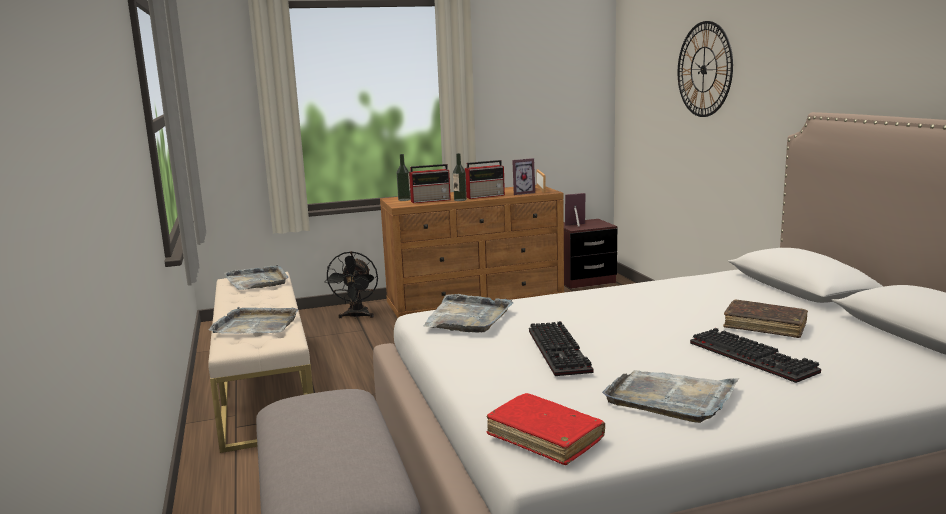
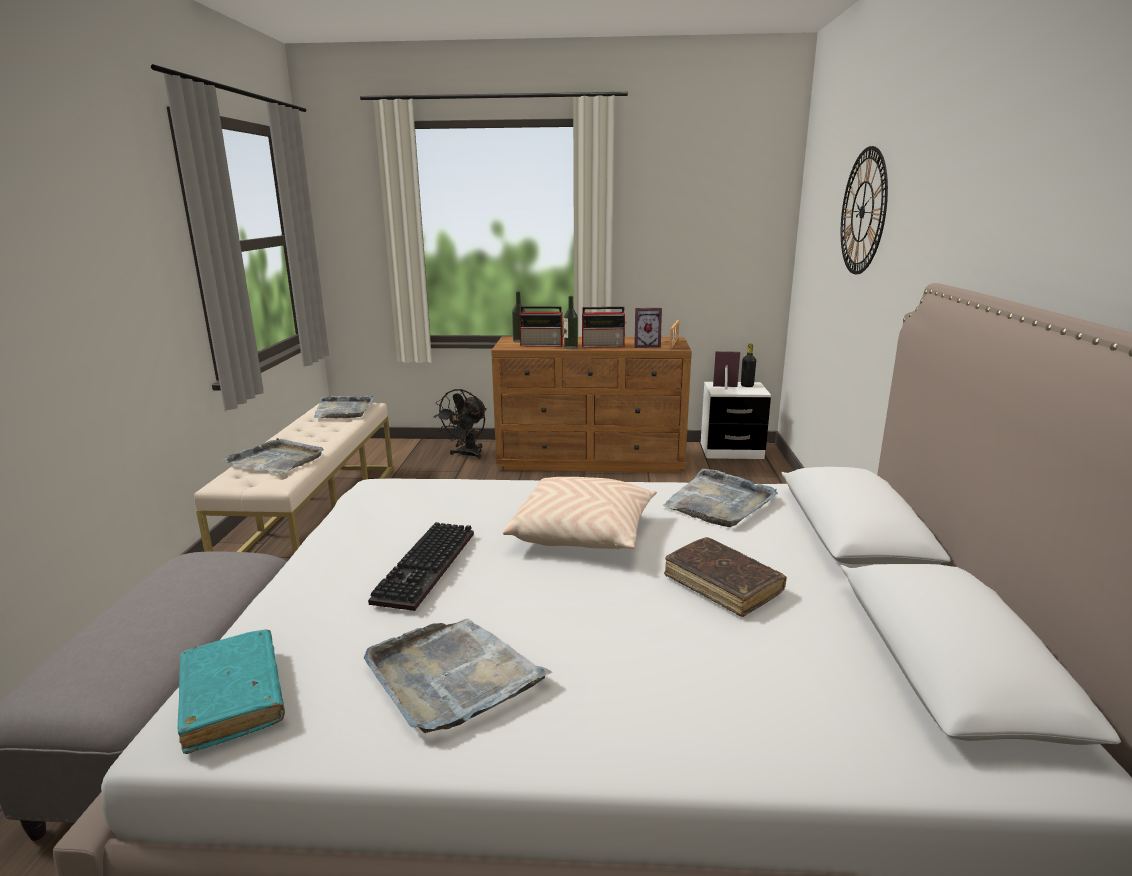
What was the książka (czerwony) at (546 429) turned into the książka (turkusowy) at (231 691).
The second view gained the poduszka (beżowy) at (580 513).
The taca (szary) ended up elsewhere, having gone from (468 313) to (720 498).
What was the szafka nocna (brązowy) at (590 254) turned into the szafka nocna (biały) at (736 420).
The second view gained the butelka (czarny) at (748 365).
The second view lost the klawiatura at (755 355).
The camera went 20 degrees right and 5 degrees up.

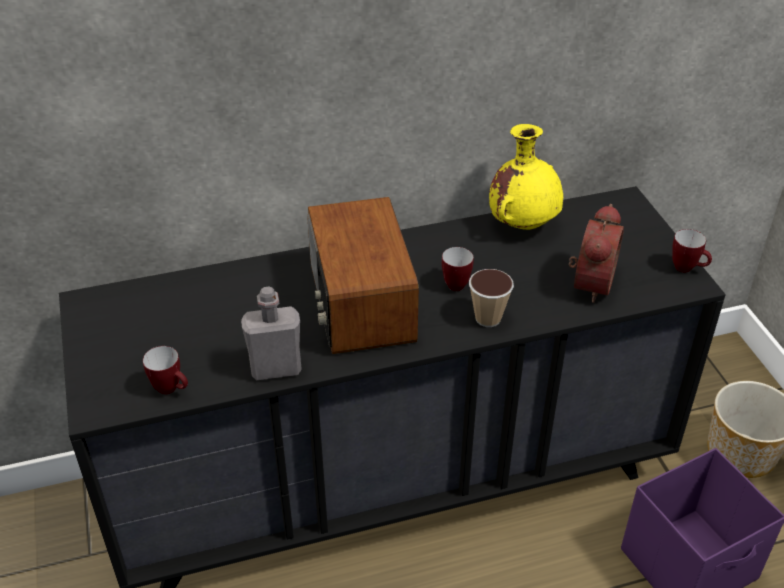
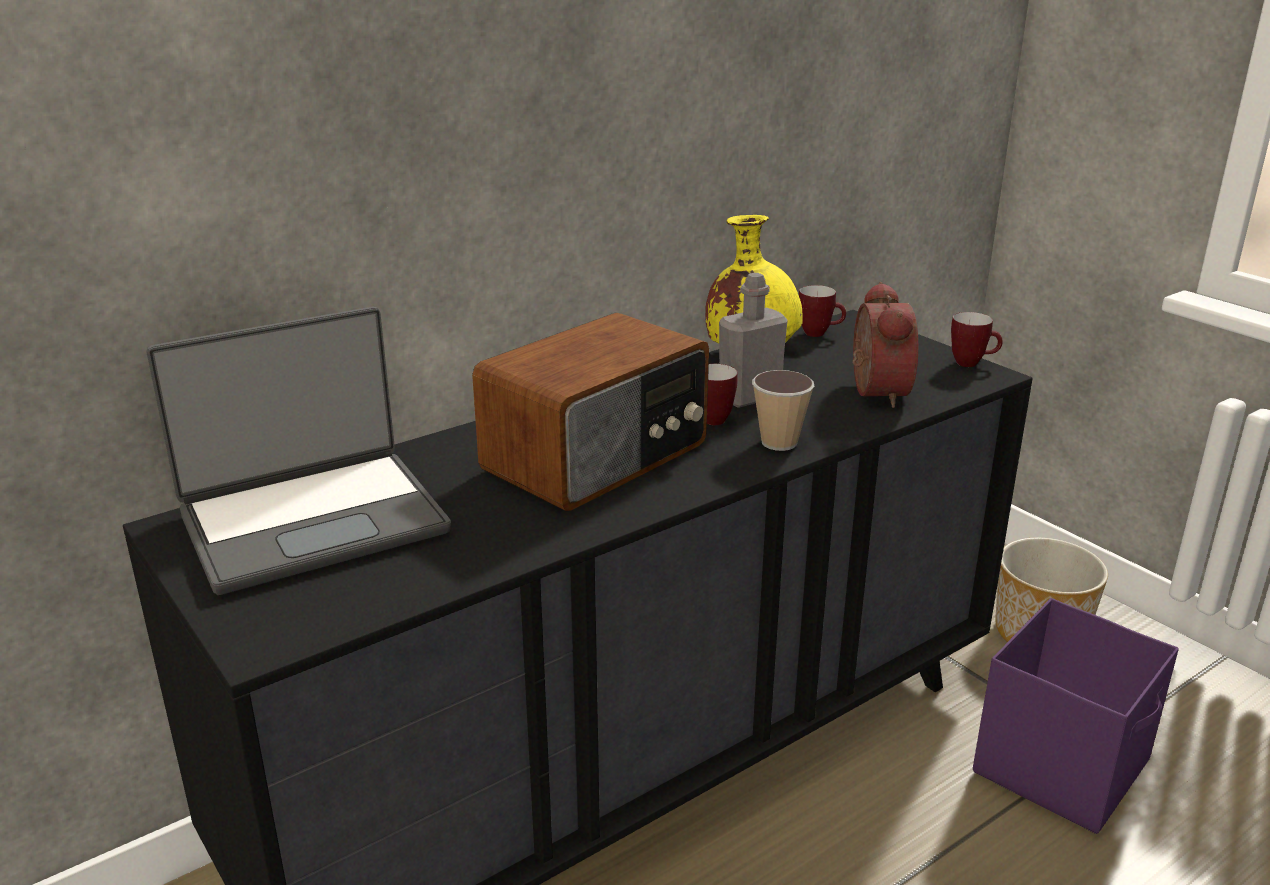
The second view gained the laptop at (298 451).
The radio at (363 275) ended up facing another way, 105 degrees counterclockwise from before.
The butelka (szary) ended up elsewhere, having gone from (271 333) to (753 340).
The kubek ended up elsewhere, having gone from (165 370) to (822 311).
The camera went 20 degrees left and 15 degrees down.

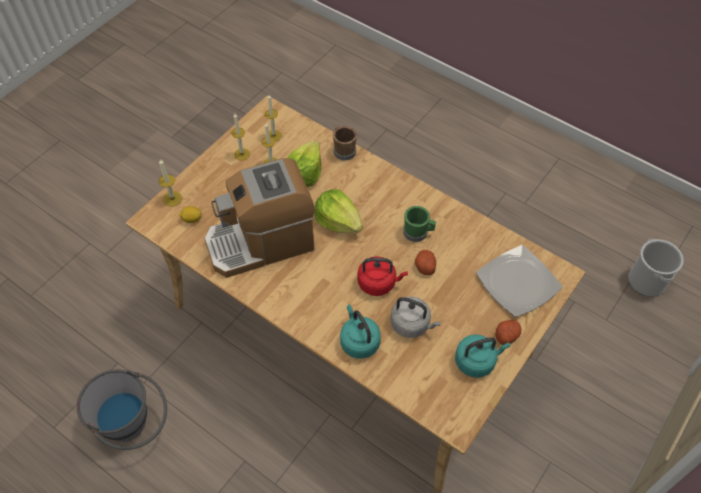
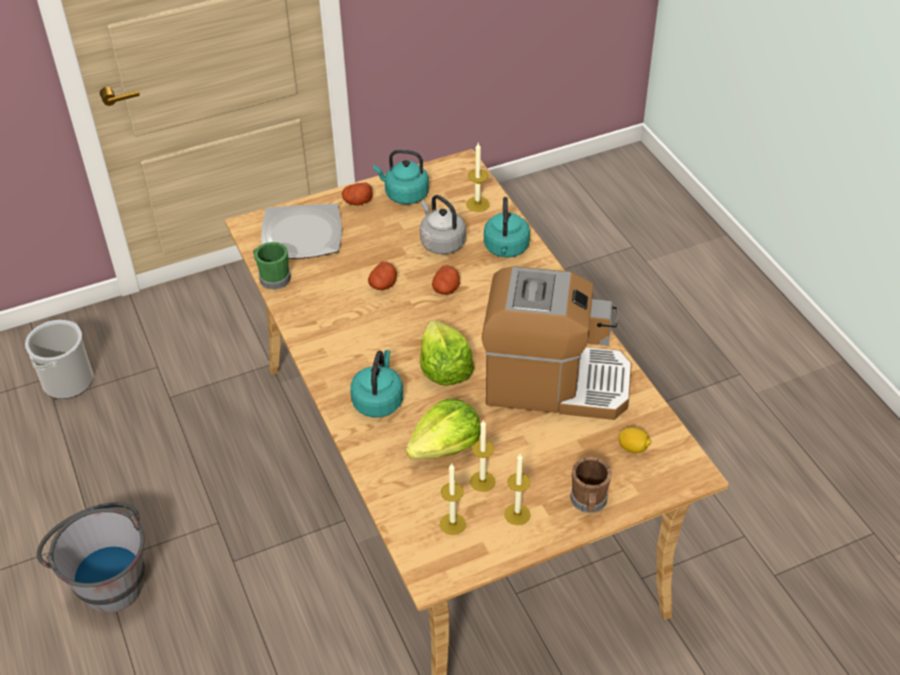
The wiadro (szary) ended up elsewhere, having gone from (122 409) to (91 557).
The kubek (zielony) ended up elsewhere, having gone from (419 224) to (272 266).
The second view gained the czajnik (turkusowy) at (376 383).
Where the czajnik (czerwony) stood at (382 276), the ziemniak came to stand at (446 280).
The świeca ended up elsewhere, having gone from (170 182) to (478 177).
The kubek (brązowy) ended up elsewhere, having gone from (345 143) to (591 485).
The camera went 150 degrees left and 10 degrees down.

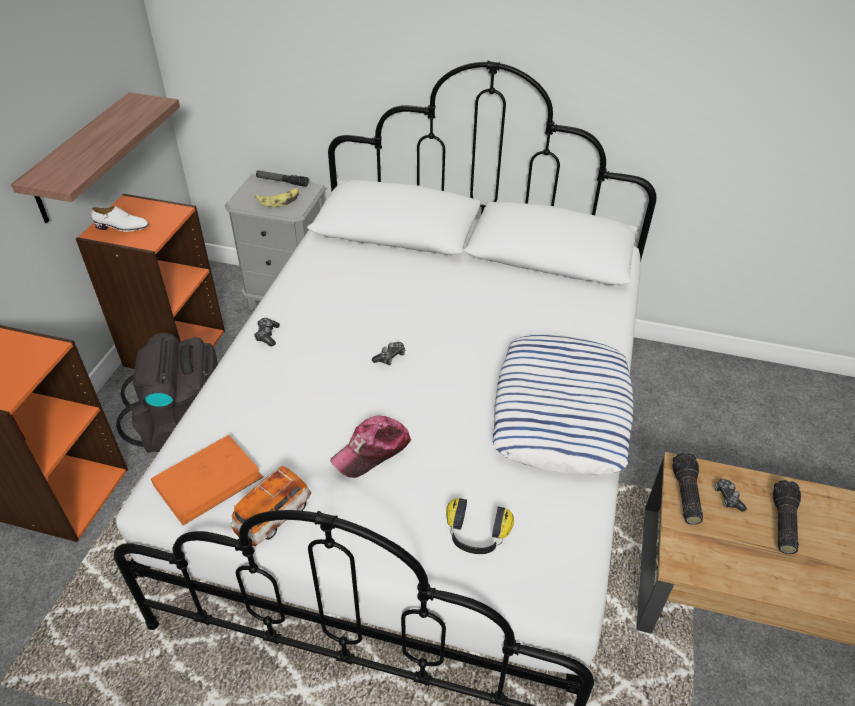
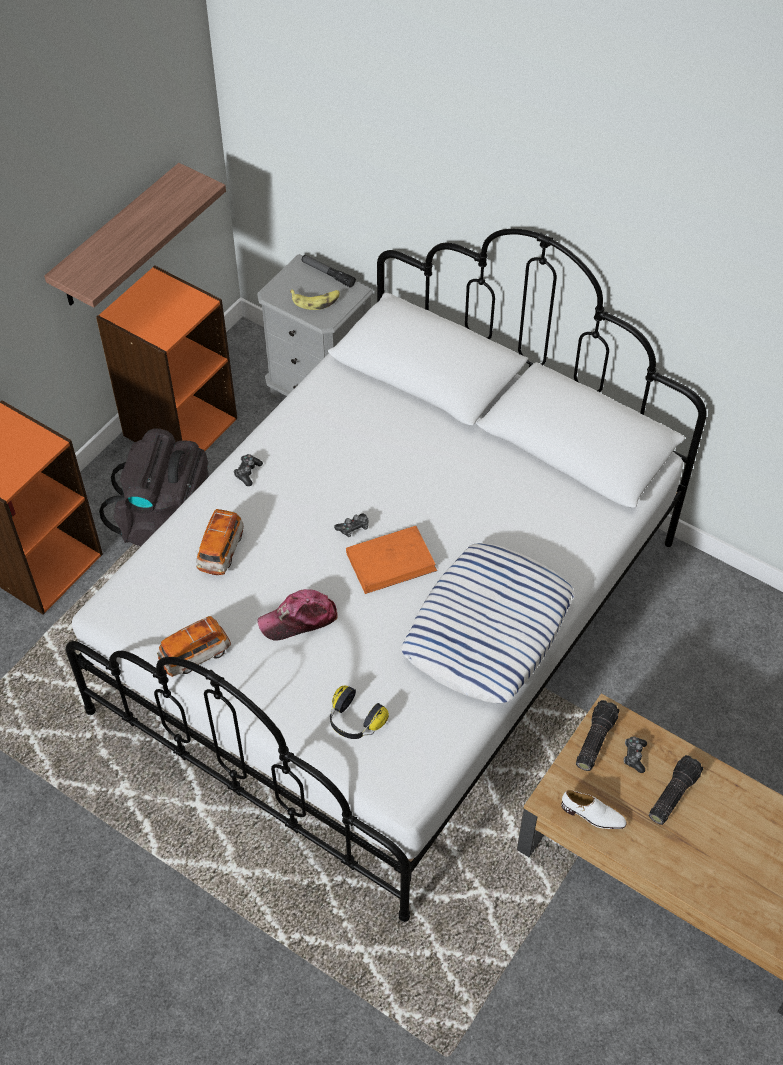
The second view gained the samochodzik at (220 542).
The książka (pomarańczowy) ended up elsewhere, having gone from (207 480) to (391 560).
The but (biały) ended up elsewhere, having gone from (120 219) to (594 809).
The camera went 20 degrees right and 10 degrees up.

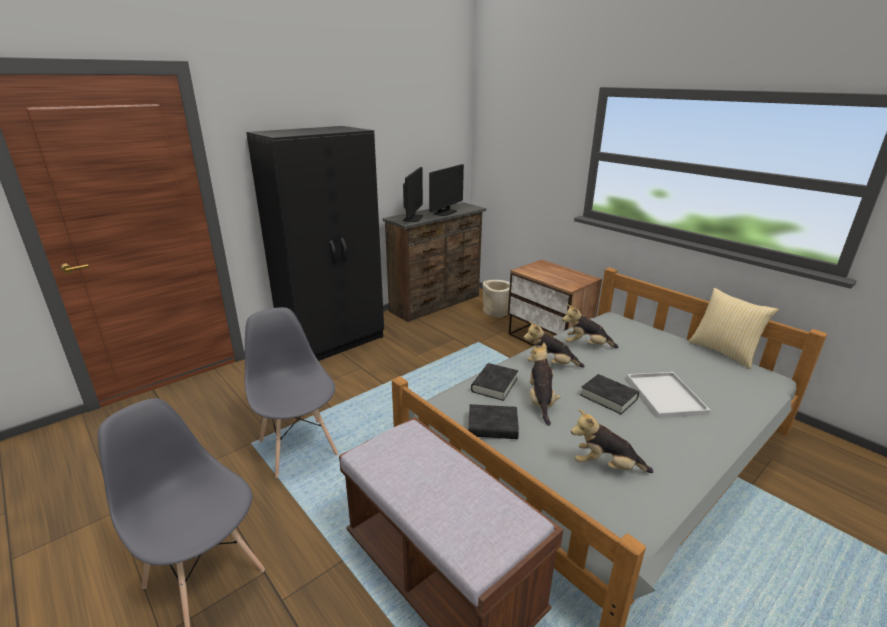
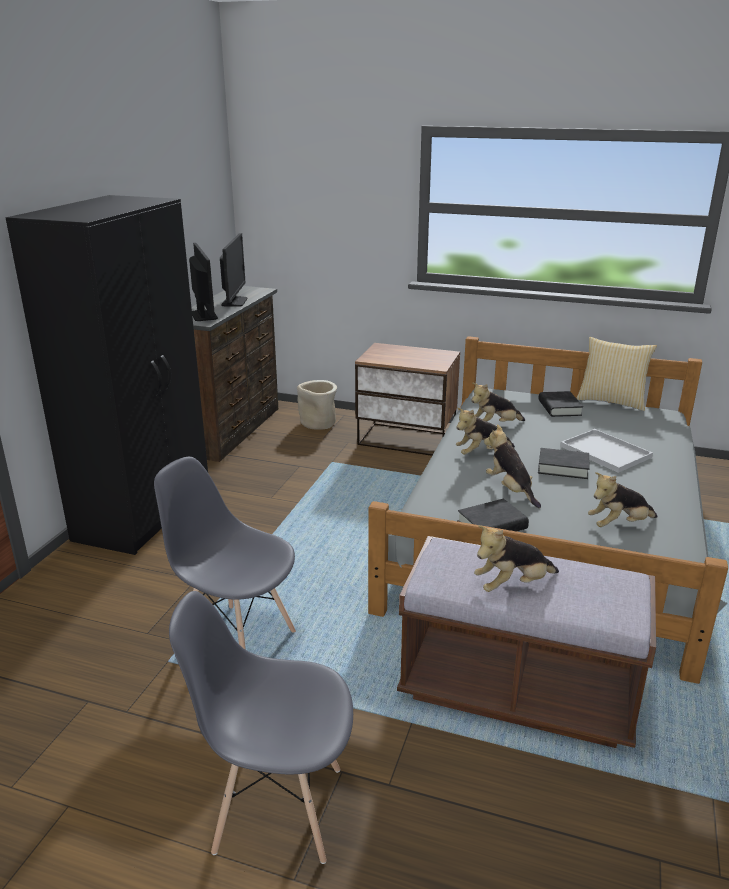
The second view gained the pluszak at (516 558).
The książka (czarny) ended up elsewhere, having gone from (494 382) to (560 404).
The camera went 30 degrees left and 0 degrees up.

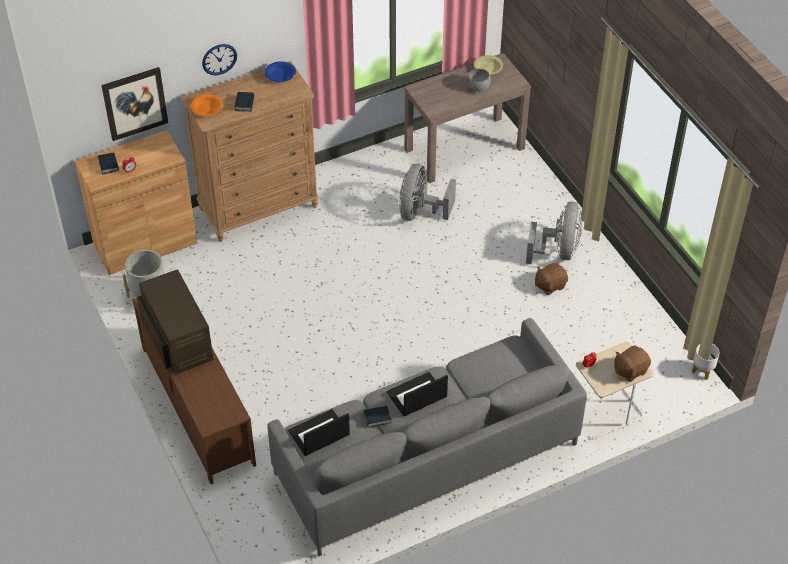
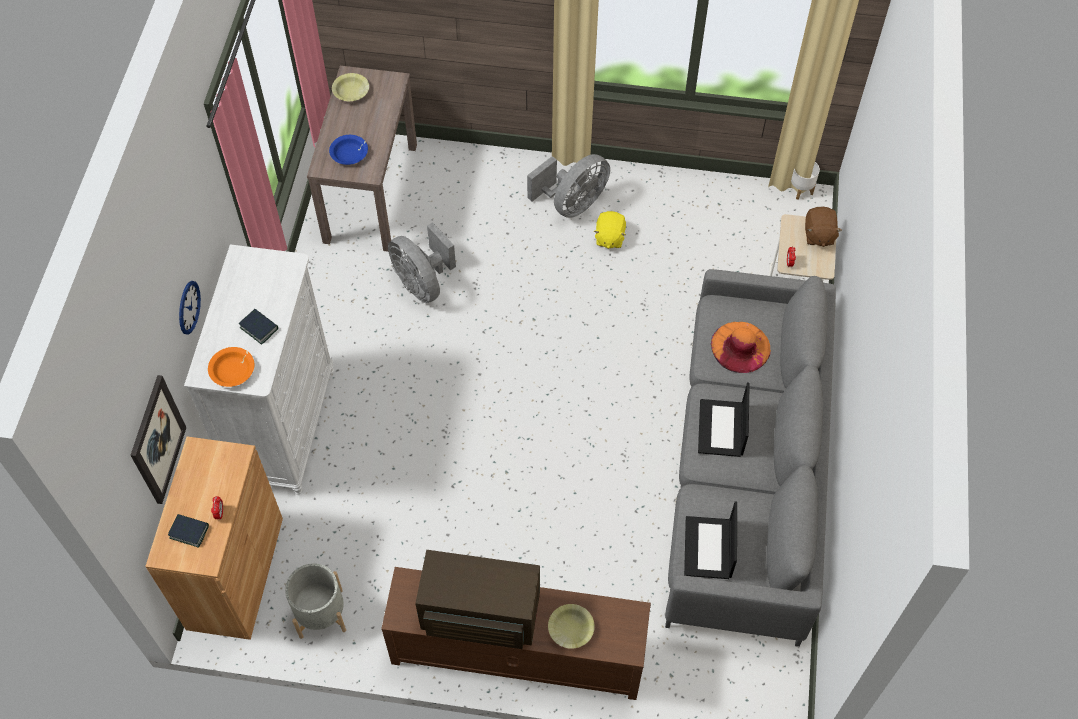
What was the komoda (brązowy) at (249 151) turned into the komoda (biały) at (259 369).
The miska (niebieski) ended up elsewhere, having gone from (280 71) to (348 150).
The wentylator (szary) at (554 232) ended up facing another way, 90 degrees clockwise from before.
The second view gained the miska (żółty) at (571 626).
What was the pluszak (brązowy) at (551 279) turned into the pluszak (żółty) at (610 230).
The second view gained the kapelusz (pomarańczowy) at (741 347).
The second view lost the książka at (377 417).
The second view lost the miska (szary) at (479 80).
The camera went 55 degrees left and 10 degrees up.

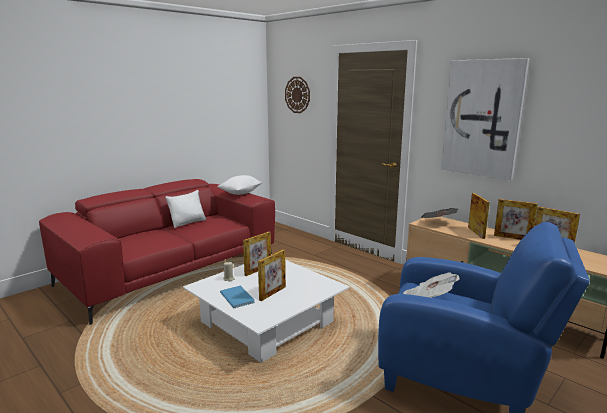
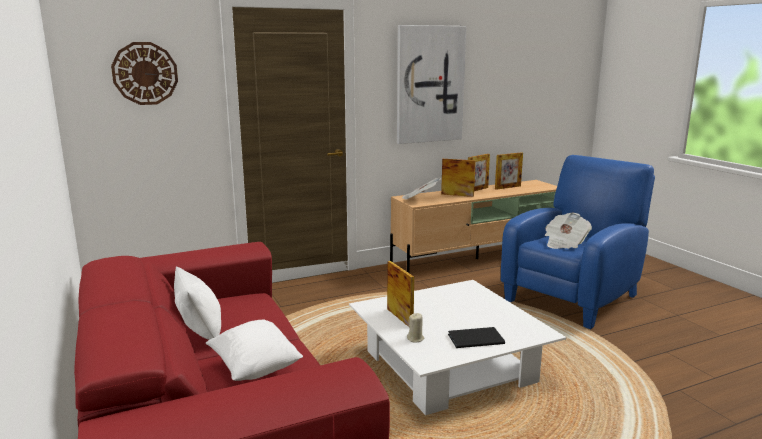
The poduszka (biały) ended up elsewhere, having gone from (239 185) to (254 350).
What was the książka (niebieski) at (237 297) turned into the książka (czarny) at (476 337).
The second view lost the ramka na zdjęcie at (272 275).
The camera went 70 degrees left and 0 degrees up.

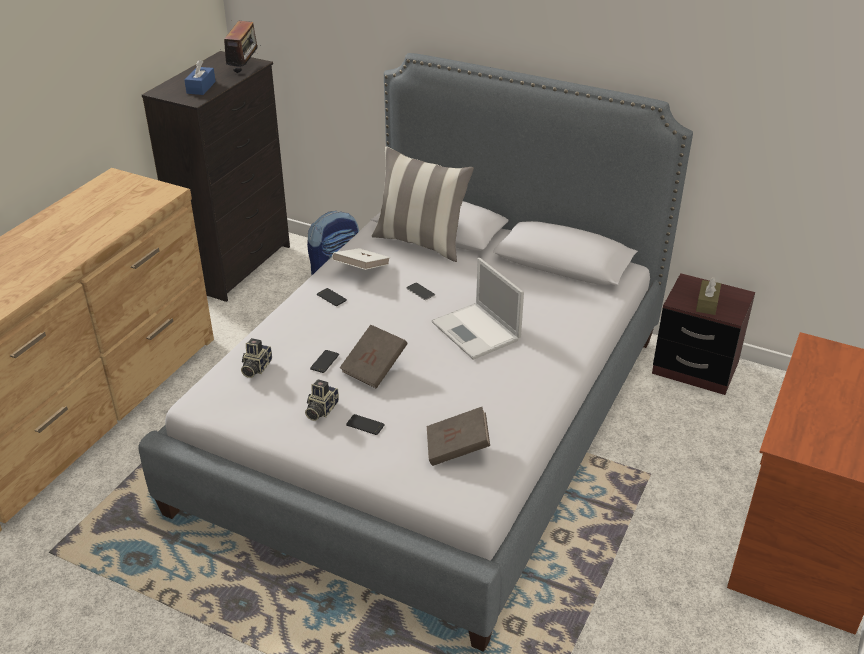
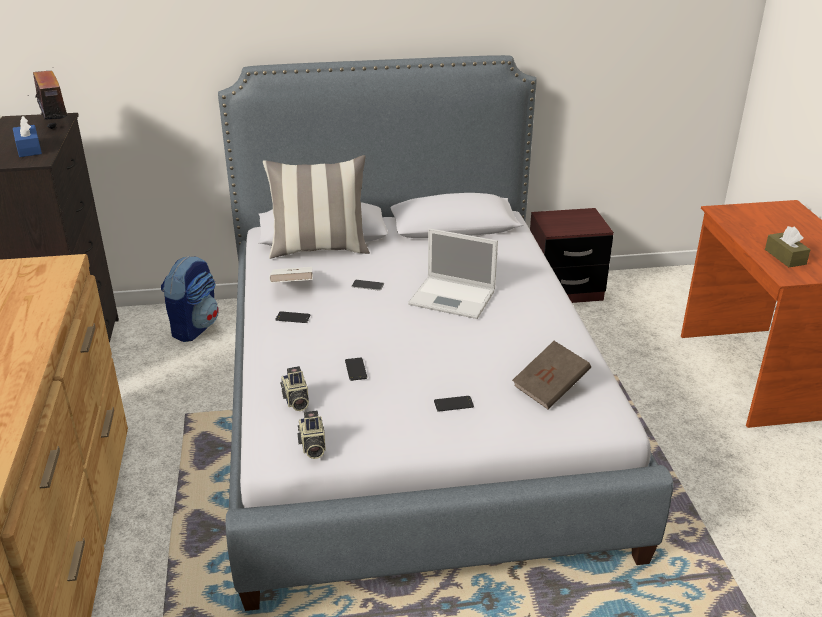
The aparat fotograficzny ended up elsewhere, having gone from (322 400) to (311 435).
The pudełko chusteczek (brązowy) ended up elsewhere, having gone from (708 296) to (788 246).
The second view lost the książka (brązowy) at (373 357).
The camera went 35 degrees left and 5 degrees down.

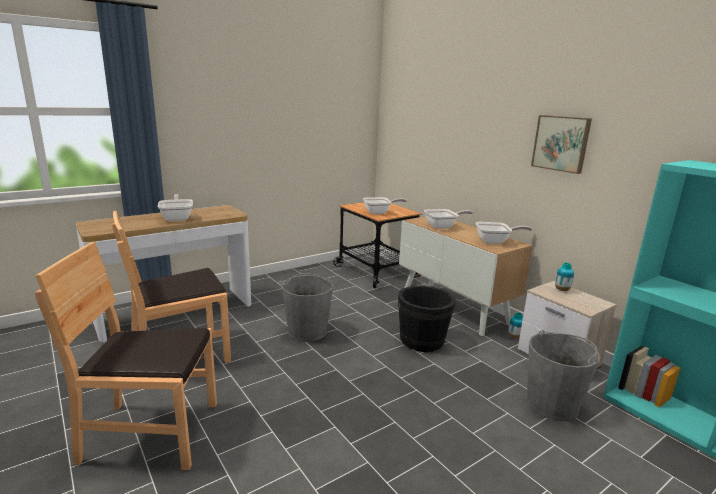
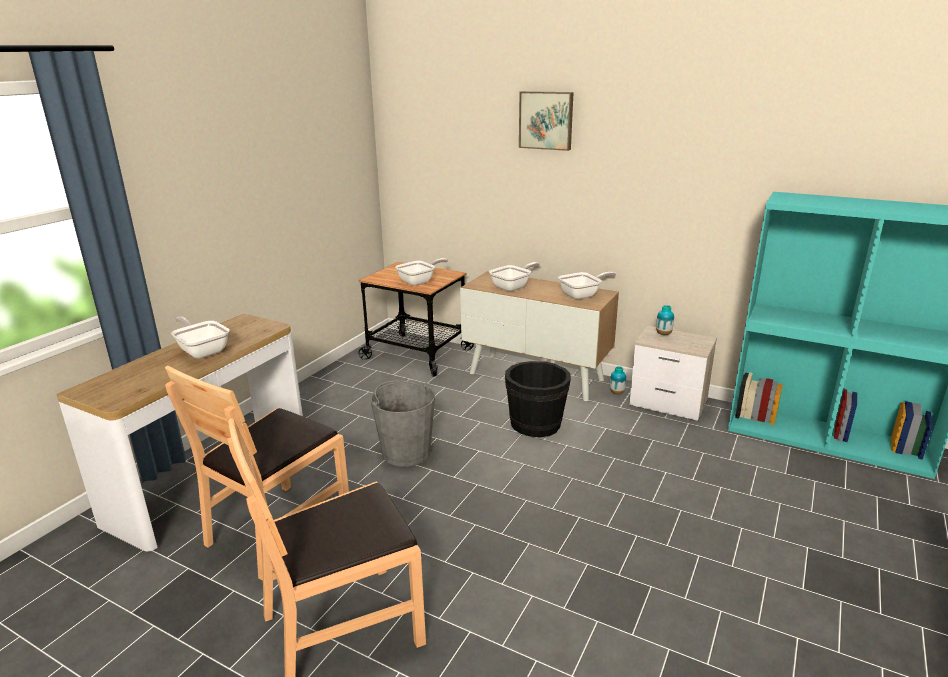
The obraz ended up elsewhere, having gone from (561 144) to (546 121).
The second view lost the wiadro (szary) at (563 375).
The camera went 25 degrees left and 5 degrees up.

